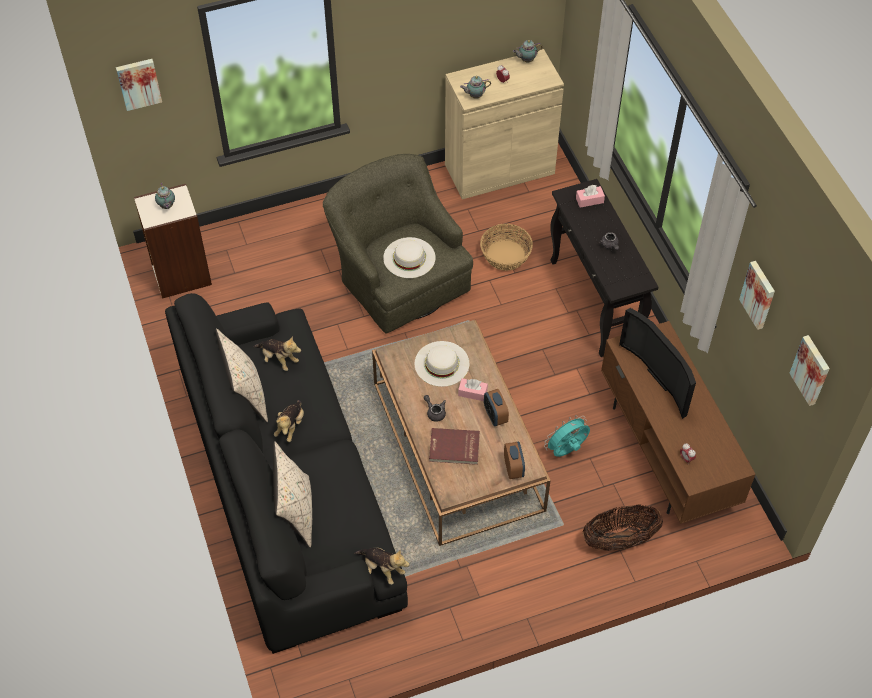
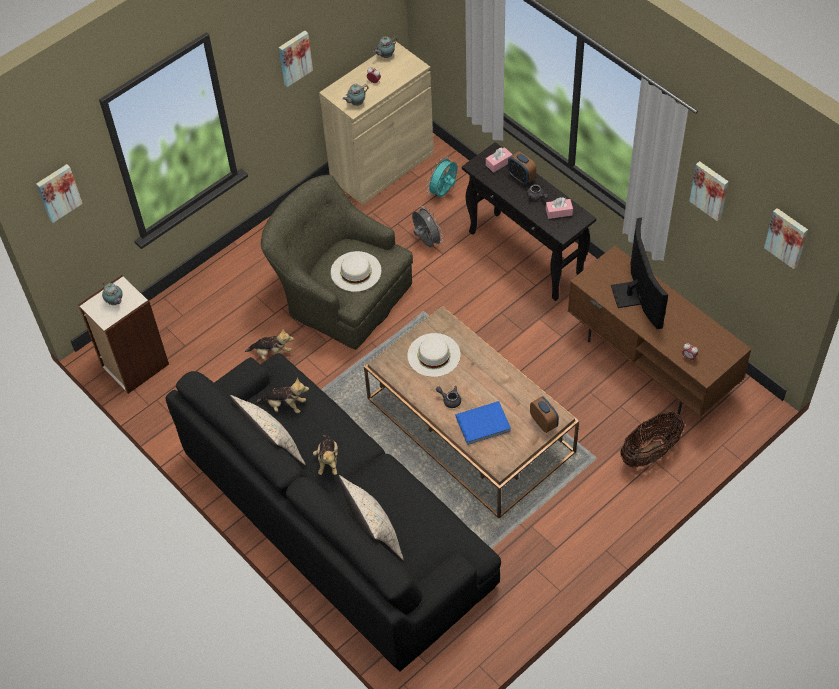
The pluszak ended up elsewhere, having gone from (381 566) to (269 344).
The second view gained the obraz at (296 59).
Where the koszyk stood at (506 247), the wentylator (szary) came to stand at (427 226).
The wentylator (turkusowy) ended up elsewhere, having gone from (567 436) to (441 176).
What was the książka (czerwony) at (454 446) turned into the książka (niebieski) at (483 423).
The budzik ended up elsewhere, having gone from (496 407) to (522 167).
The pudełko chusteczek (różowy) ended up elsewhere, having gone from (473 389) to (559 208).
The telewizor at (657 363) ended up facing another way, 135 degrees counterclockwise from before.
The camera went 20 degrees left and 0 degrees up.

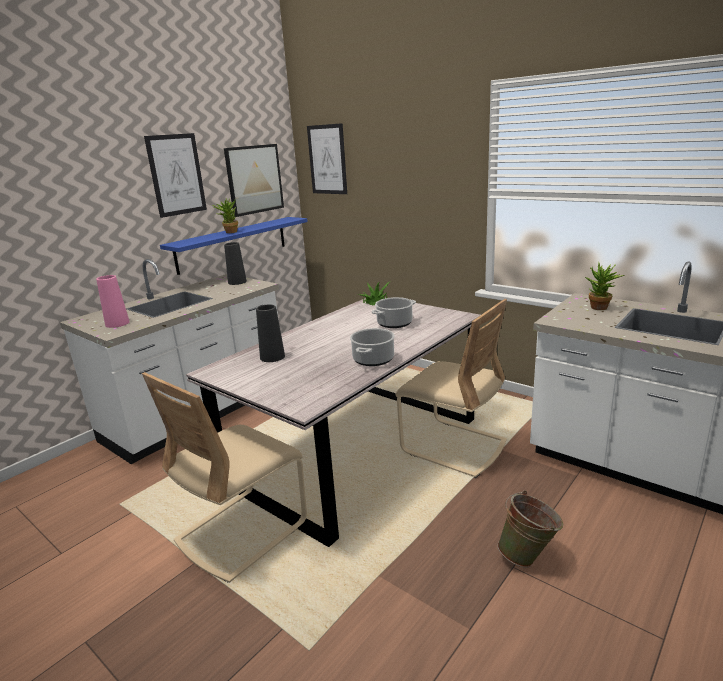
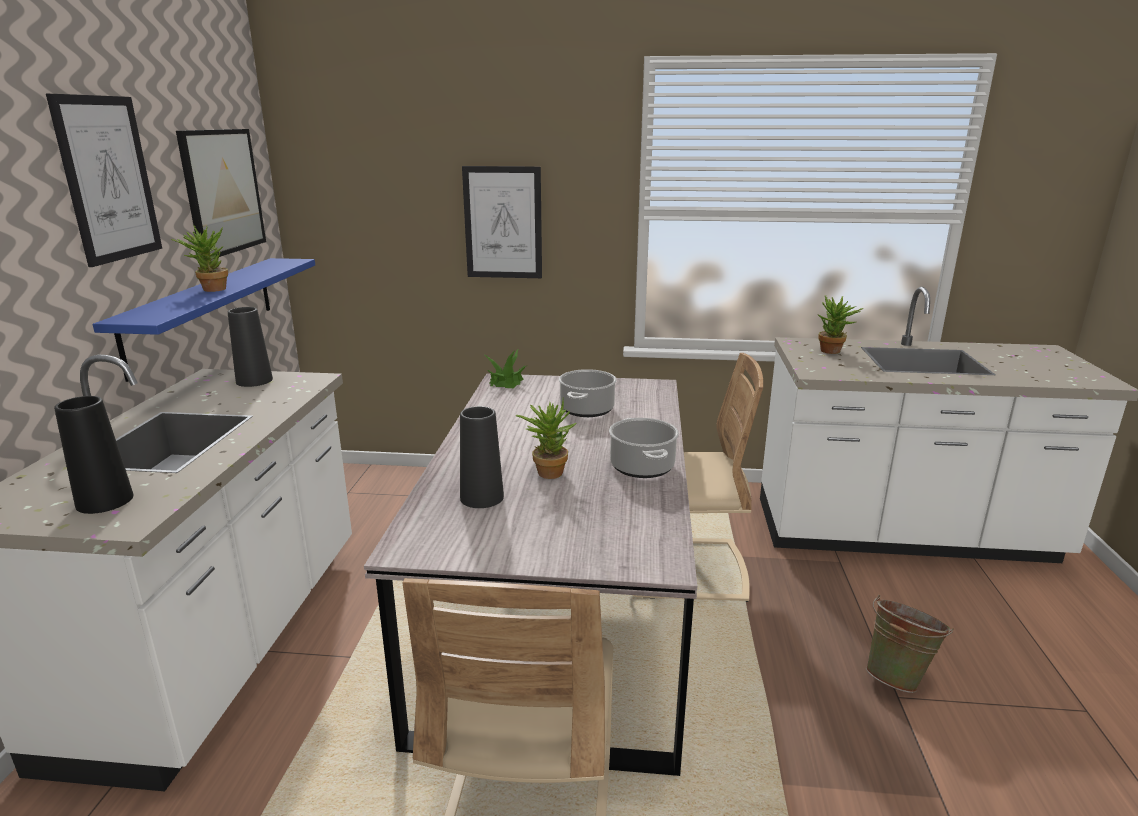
What was the wazon (różowy) at (113 301) turned into the wazon (czarny) at (93 455).
The obraz ended up elsewhere, having gone from (327 158) to (502 222).
The second view gained the roślina doniczkowa at (546 437).
The camera went 35 degrees left and 0 degrees up.

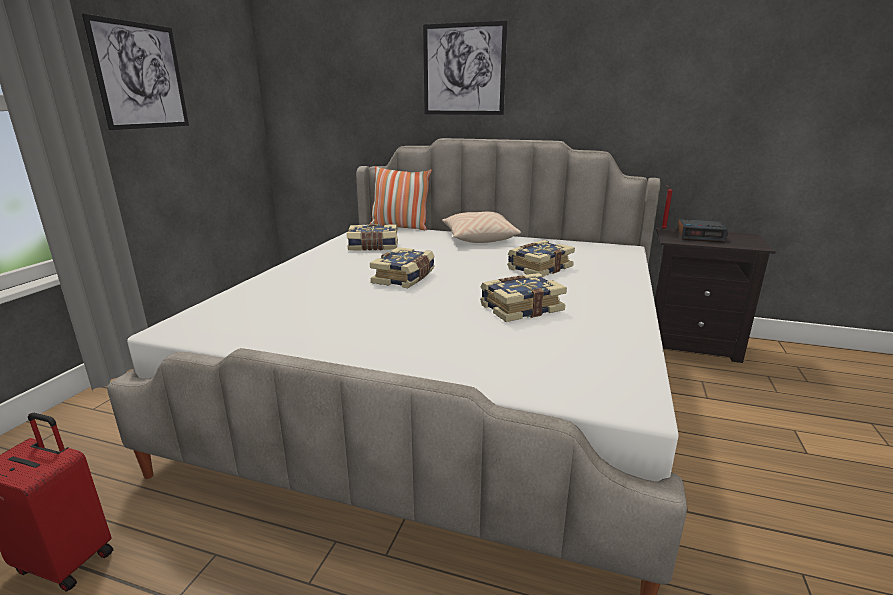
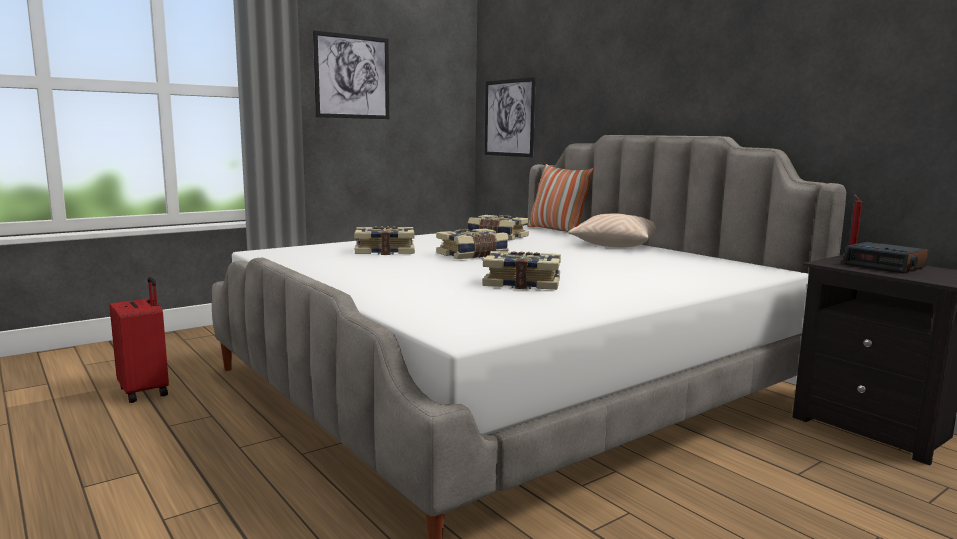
The książka ended up elsewhere, having gone from (541 258) to (384 240).
The obraz ended up elsewhere, having gone from (465 67) to (510 117).
The camera went 35 degrees right and 10 degrees down.

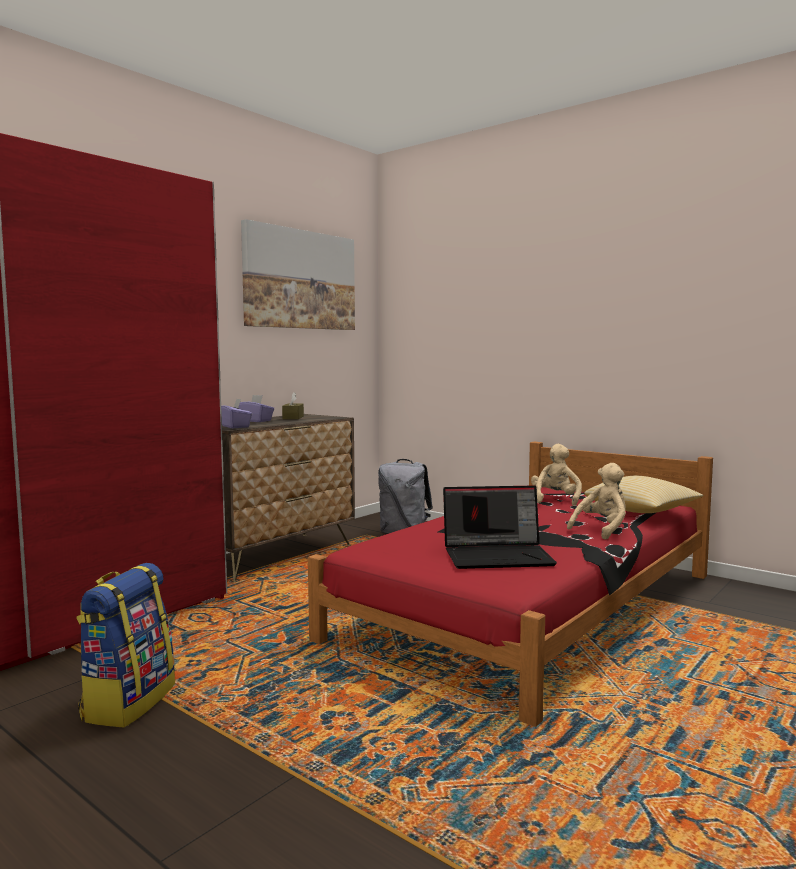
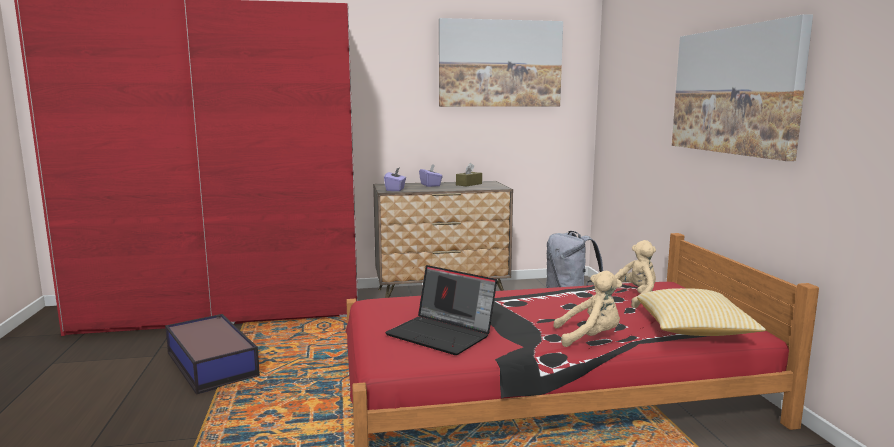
Where the plecak stood at (125 645), the pojemnik do przechowywania came to stand at (212 354).
The second view gained the obraz at (742 87).
The camera went 40 degrees right and 5 degrees up.

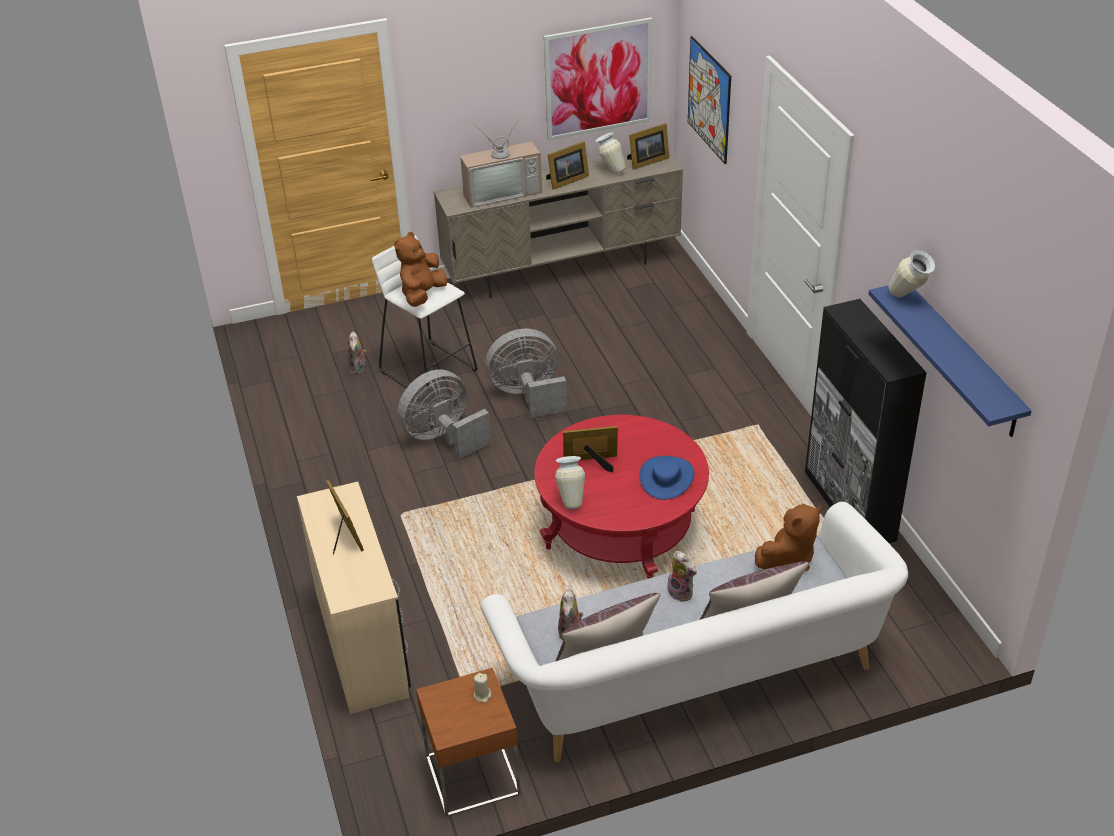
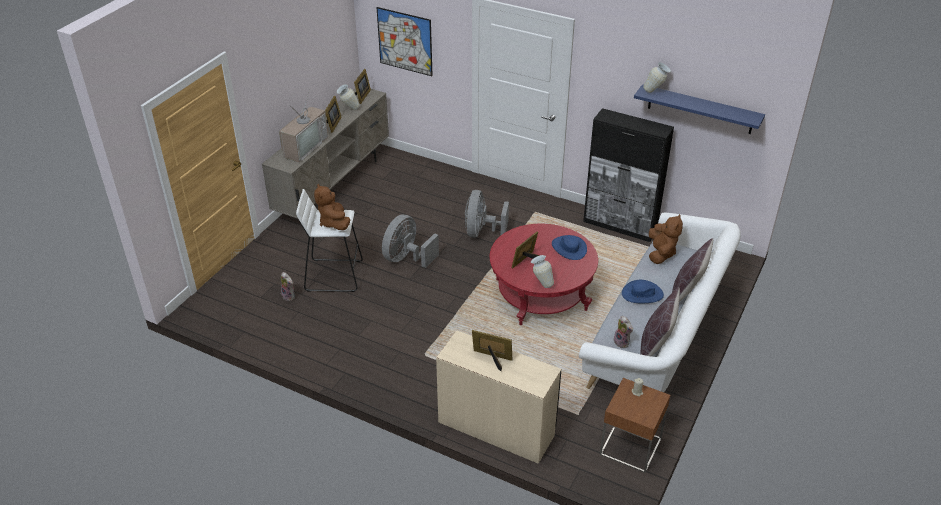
The wentylator (szary) ended up elsewhere, having gone from (444 414) to (487 213).
Where the pluszak stood at (681 576), the kapelusz (niebieski) came to stand at (643 291).
The second view lost the obraz at (598 79).
The camera went 45 degrees left and 0 degrees up.

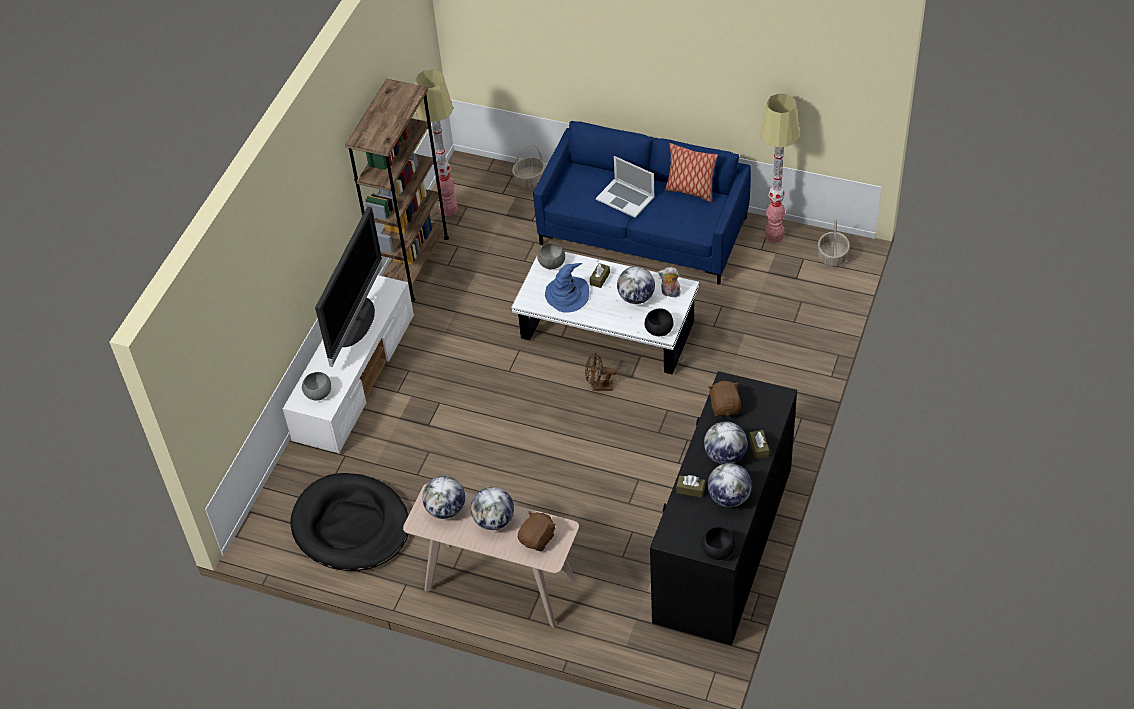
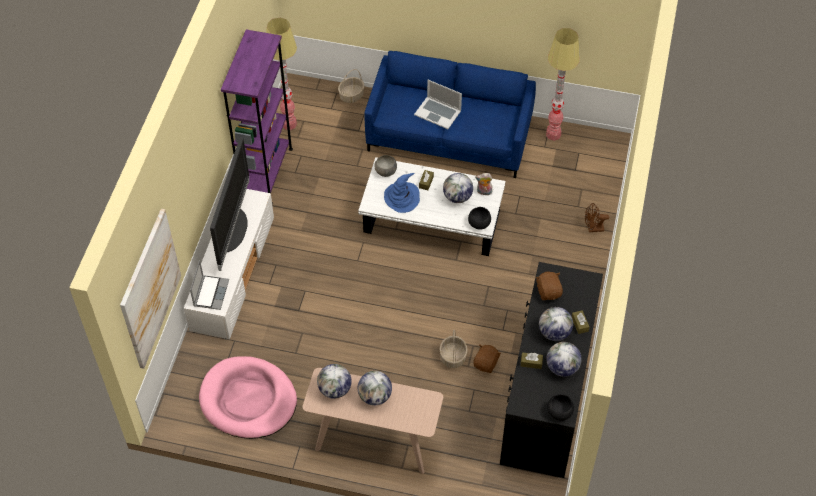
The second view gained the obraz at (150 289).
Where the miska (szary) stood at (316 386), the laptop came to stand at (209 285).
What was the legowisko (czarny) at (350 522) turned into the legowisko (różowy) at (248 397).
What was the regał (brązowy) at (397 190) turned into the regał (fioletowy) at (257 117).
The koszyk ended up elsewhere, having gone from (834 243) to (453 348).
The pluszak (brązowy) ended up elsewhere, having gone from (537 531) to (487 358).
The wentylator (brązowy) ended up elsewhere, having gone from (601 371) to (597 217).
The second view lost the poduszka at (691 172).
The camera went 10 degrees left and 5 degrees up.

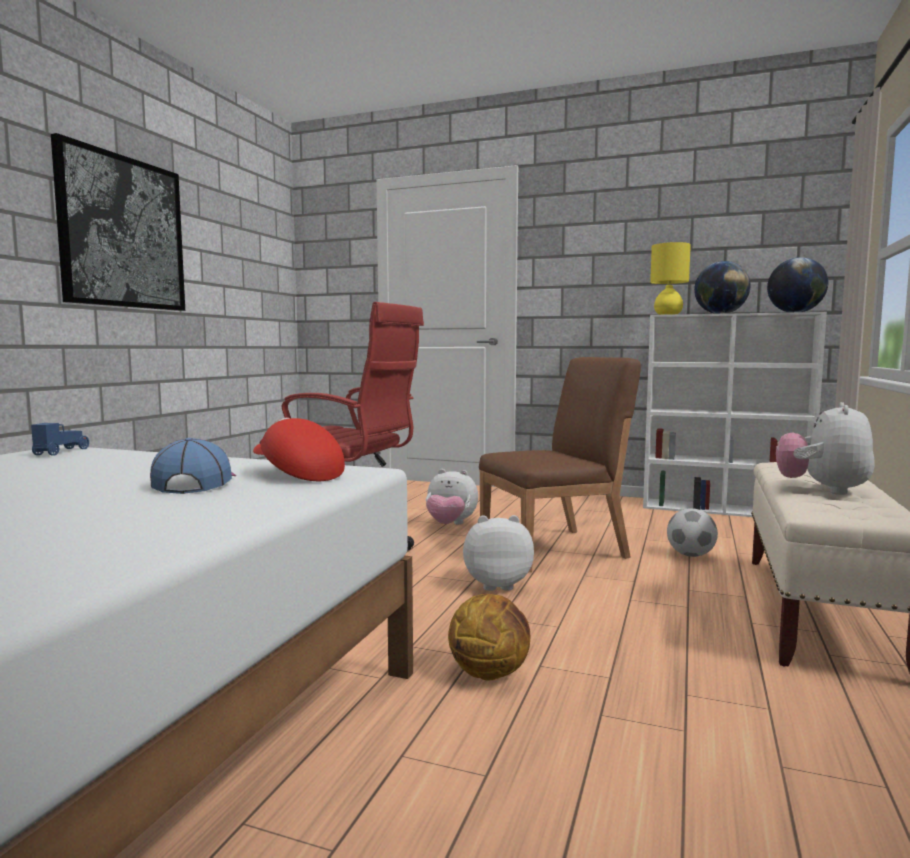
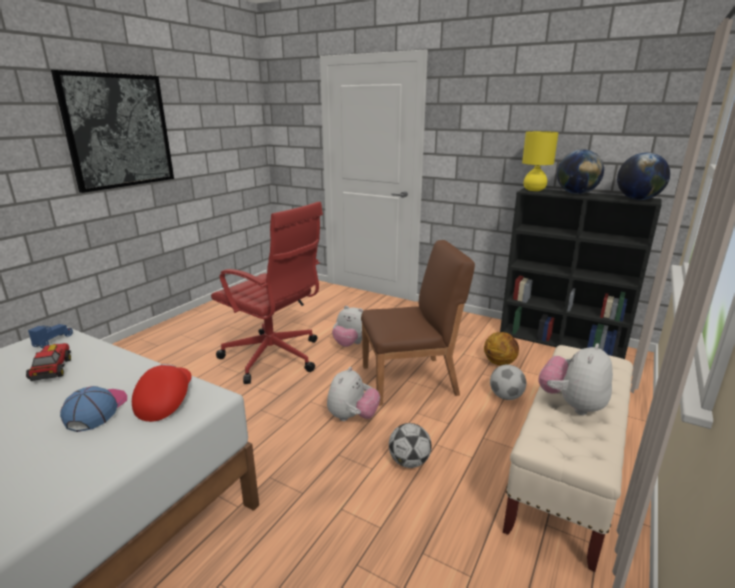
The second view gained the samochodzik at (48 362).
The czapka z daszkiem (czerwony) at (299 449) ended up facing another way, 45 degrees clockwise from before.
The pluszak at (498 553) ended up facing another way, 105 degrees clockwise from before.
The second view gained the piłka futbolowa at (410 445).
The piłka do koszykówki ended up elsewhere, having gone from (489 637) to (501 349).
What was the regał (biały) at (735 414) turned into the regał (czarny) at (581 273).
The camera went 10 degrees right and 15 degrees up.

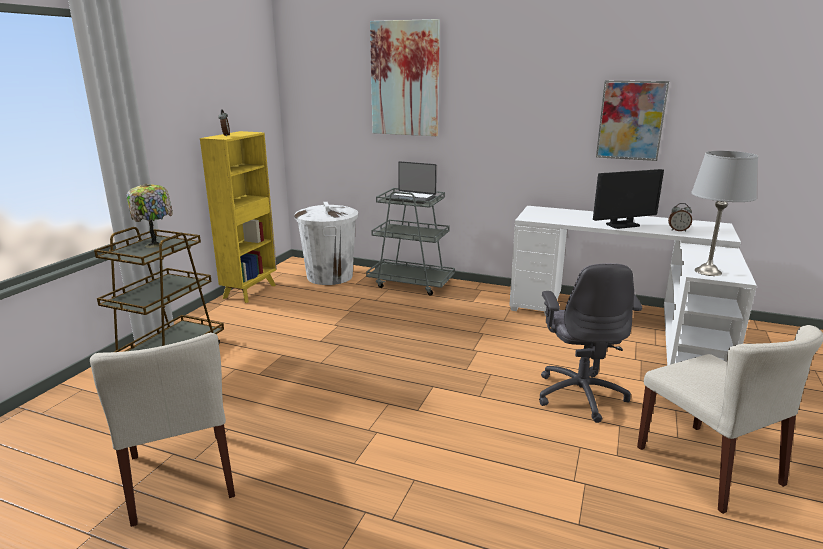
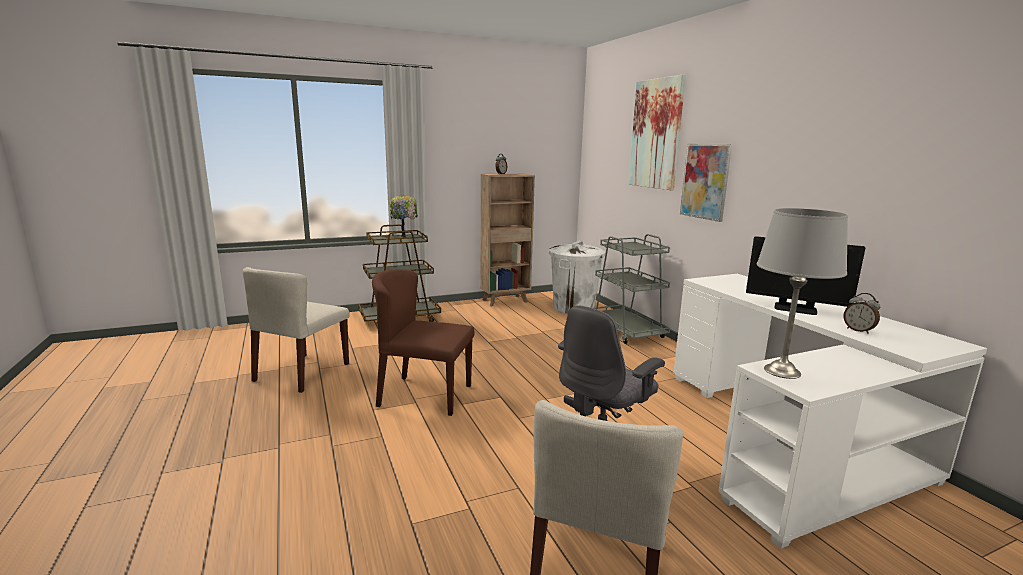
The second view gained the krzesło (brązowy) at (423 342).
What was the regał (żółty) at (238 217) turned into the regał (brązowy) at (508 240).
The obraz ended up elsewhere, having gone from (632 120) to (706 182).
The second view lost the laptop at (411 182).
The camera went 45 degrees right and 5 degrees down.

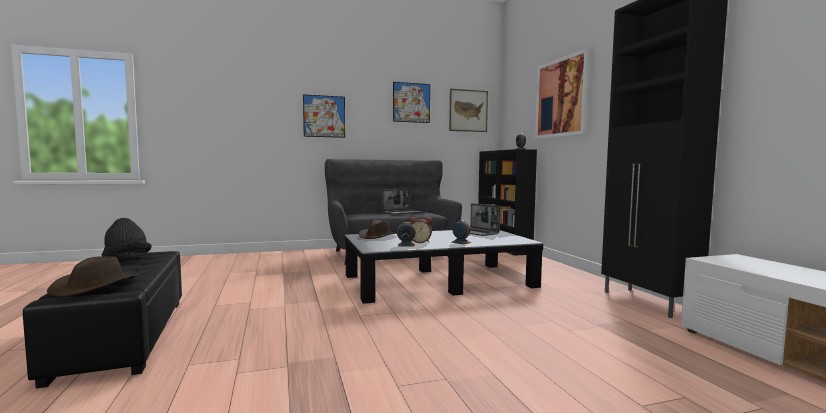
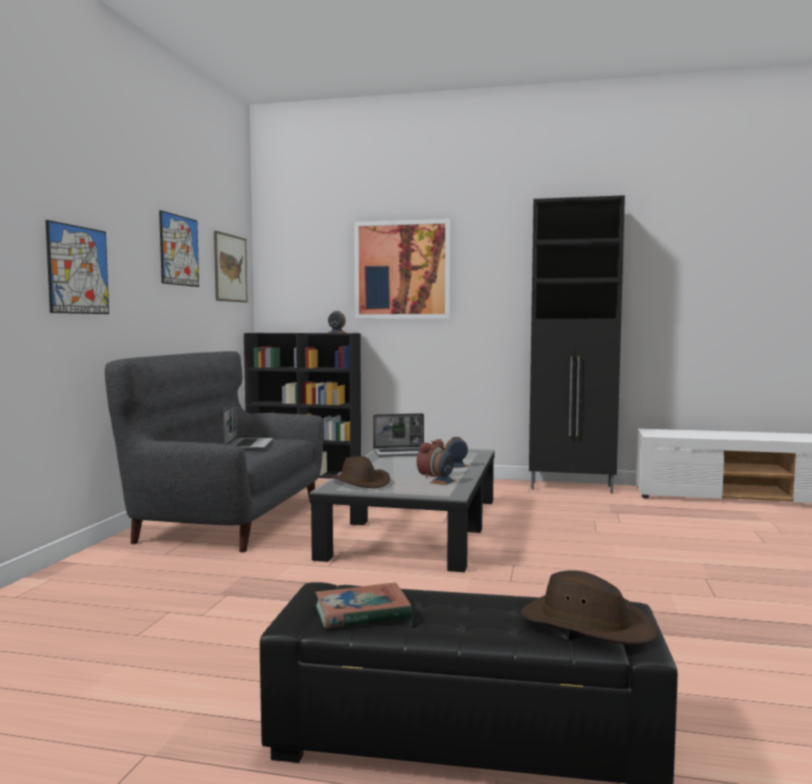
Where the kapelusz (czarny) stood at (127 237), the książka came to stand at (363 605).
The camera went 60 degrees left and 0 degrees up.

